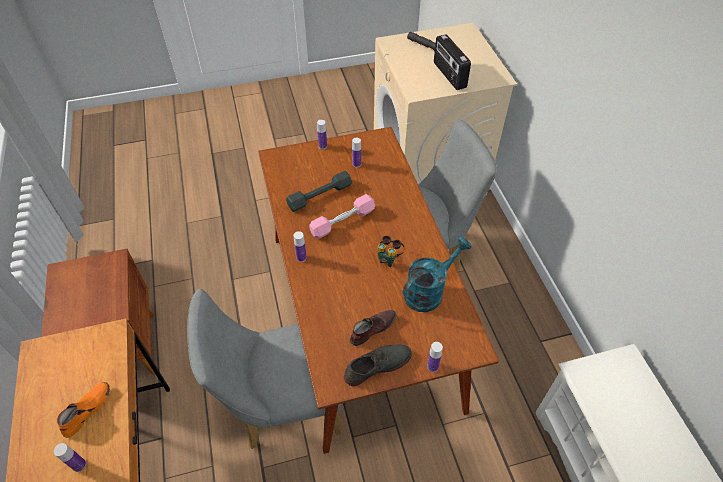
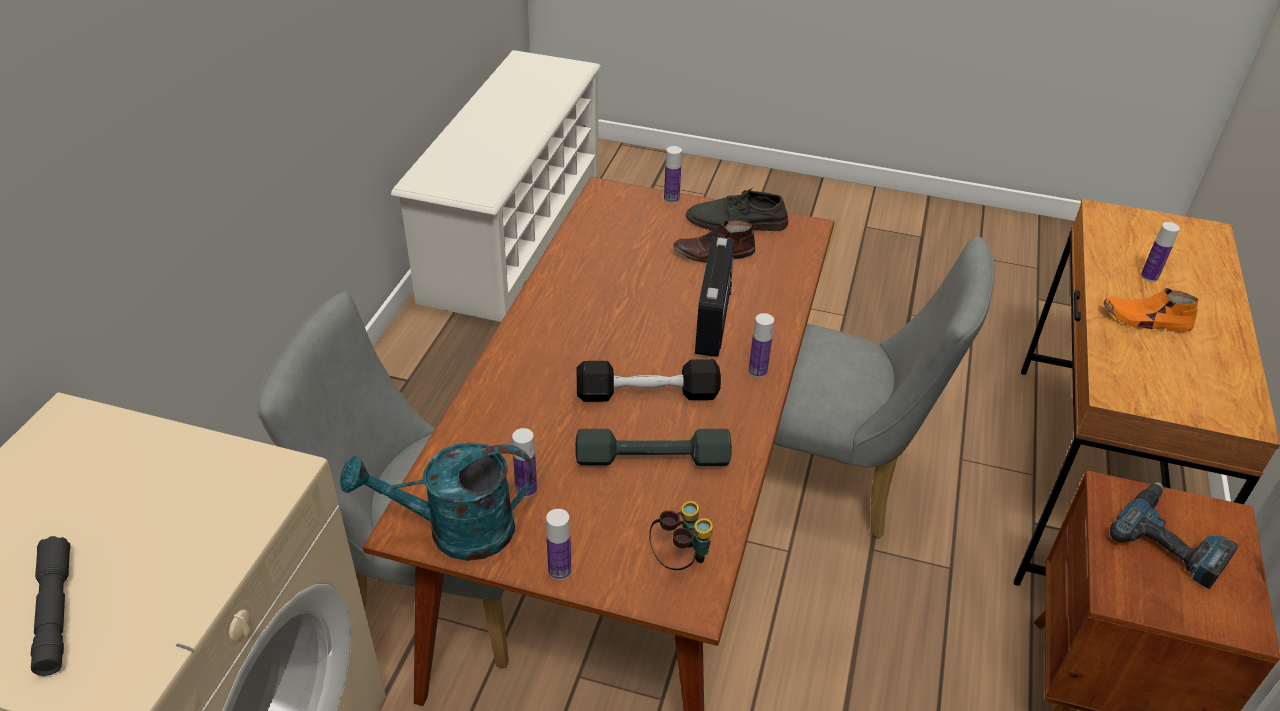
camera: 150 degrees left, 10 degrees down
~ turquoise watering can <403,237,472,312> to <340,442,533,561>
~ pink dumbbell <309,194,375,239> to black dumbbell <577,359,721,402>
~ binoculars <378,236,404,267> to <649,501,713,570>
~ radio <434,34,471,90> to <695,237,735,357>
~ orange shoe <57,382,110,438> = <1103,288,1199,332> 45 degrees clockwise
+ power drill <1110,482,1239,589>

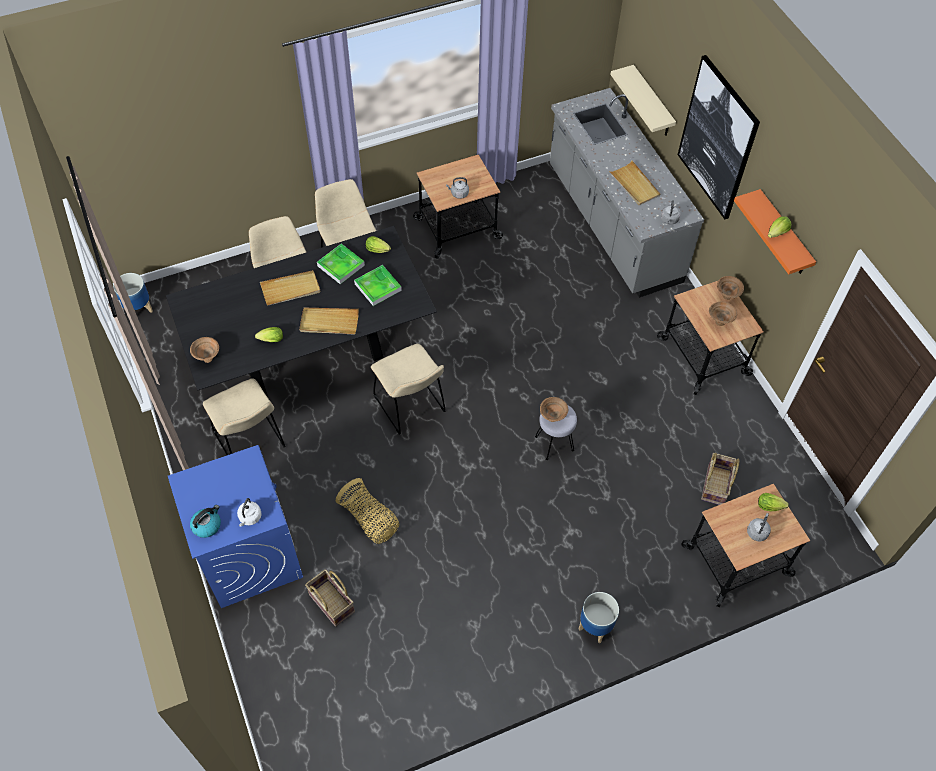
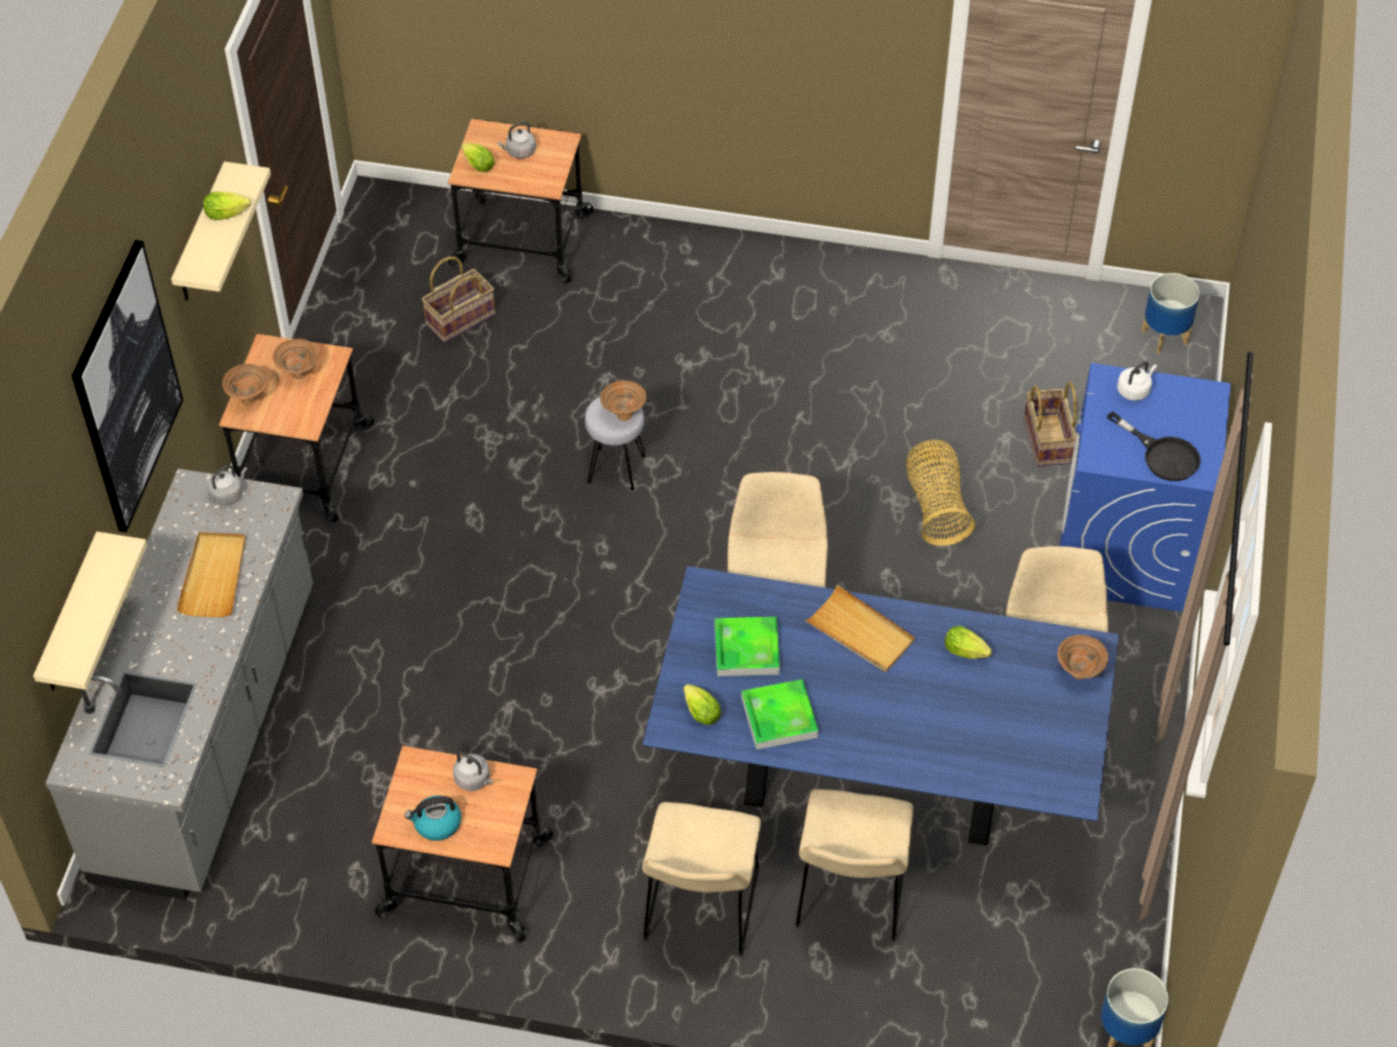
camera: 145 degrees left, 5 degrees down
~ orange shelf <734,189,816,274> to beige shelf <171,162,271,301>
~ kettle <190,505,221,538> to <405,795,461,841>
~ black dining table <166,226,437,397> to blue dining table <642,566,1119,845>
+ black frying pan <1107,412,1201,481>
~ planter <578,592,619,643> to <1141,273,1200,354>
- beige tray <260,270,321,306>

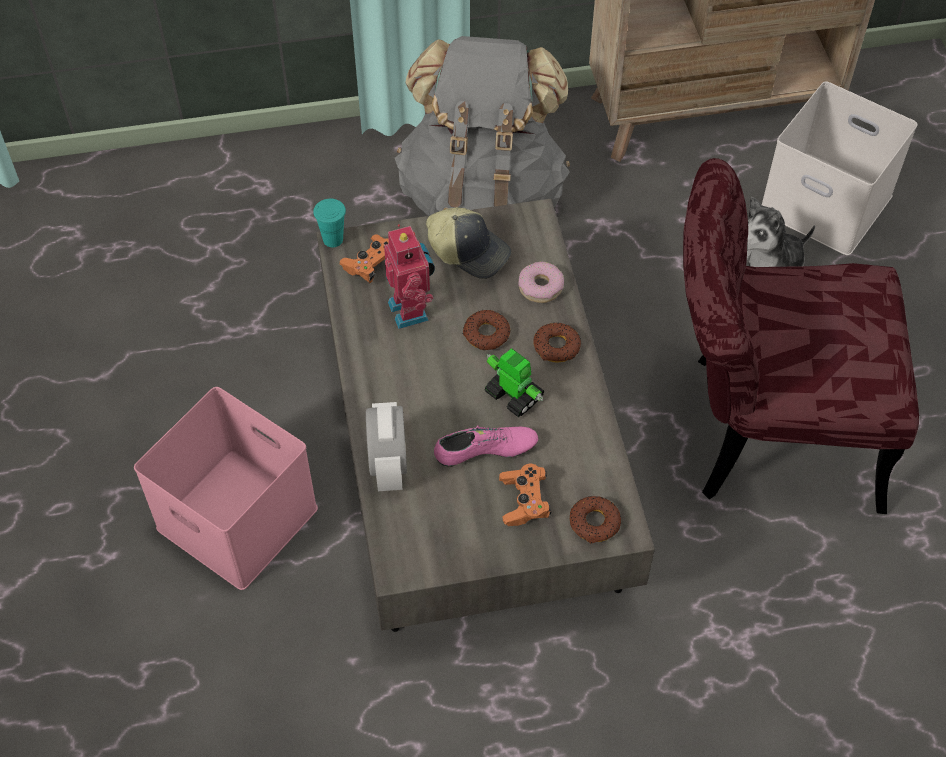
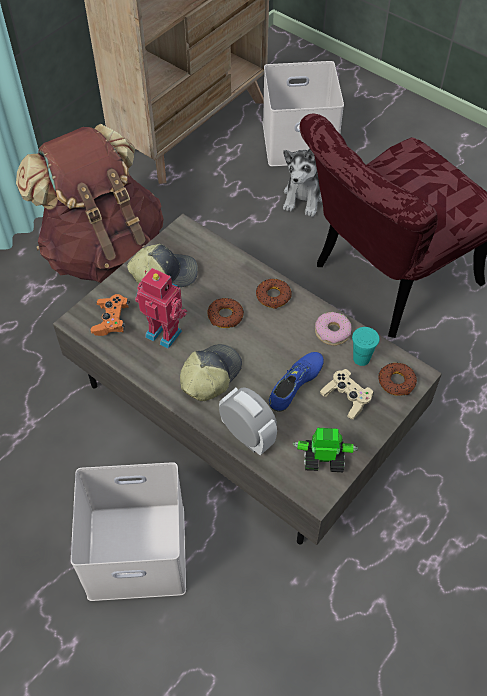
camera: 40 degrees left, 0 degrees up
~ grey backpack <395,36,570,216> to brown backpack <16,124,164,283>
~ pink storage box <134,387,318,590> to white storage box <71,462,186,601>
+ cap <180,344,242,401>
~ pink shoe <434,425,538,467> to blue shoe <269,352,324,412>
~ toy robot <484,349,544,418> to <293,428,358,472>
~ donut <518,262,564,303> to <315,312,351,345>
~ orange game controller <499,464,552,526> to beige game controller <320,369,374,420>
~ turquoise cup <313,199,346,247> to <352,327,379,366>

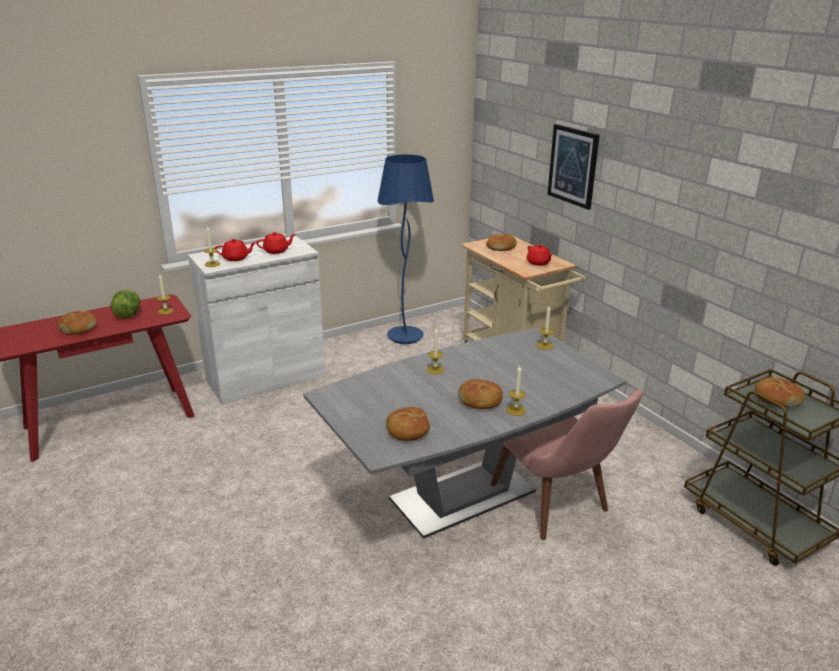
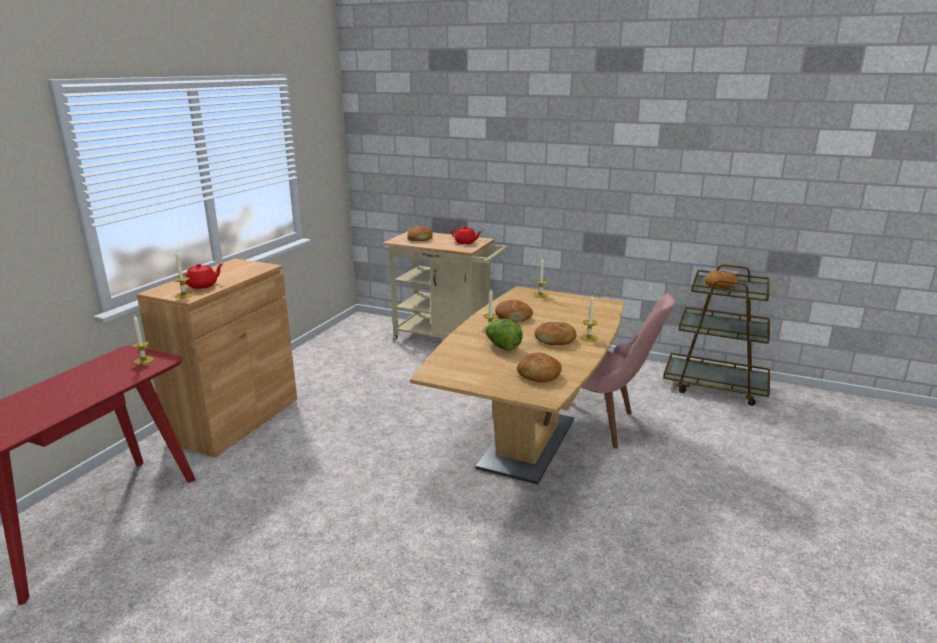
camera: 35 degrees left, 5 degrees down
~ white cabinet <188,236,325,404> to brown cabinet <137,259,297,458>
~ grey dining table <303,328,627,539> to brown dining table <410,286,624,484>
~ lettuce <111,290,140,318> to <484,319,523,351>
~ bread <57,311,97,335> to <495,300,533,322>
- red teapot <256,232,296,254>
- blue floor lamp <377,154,434,344>
- picture <547,124,600,210>

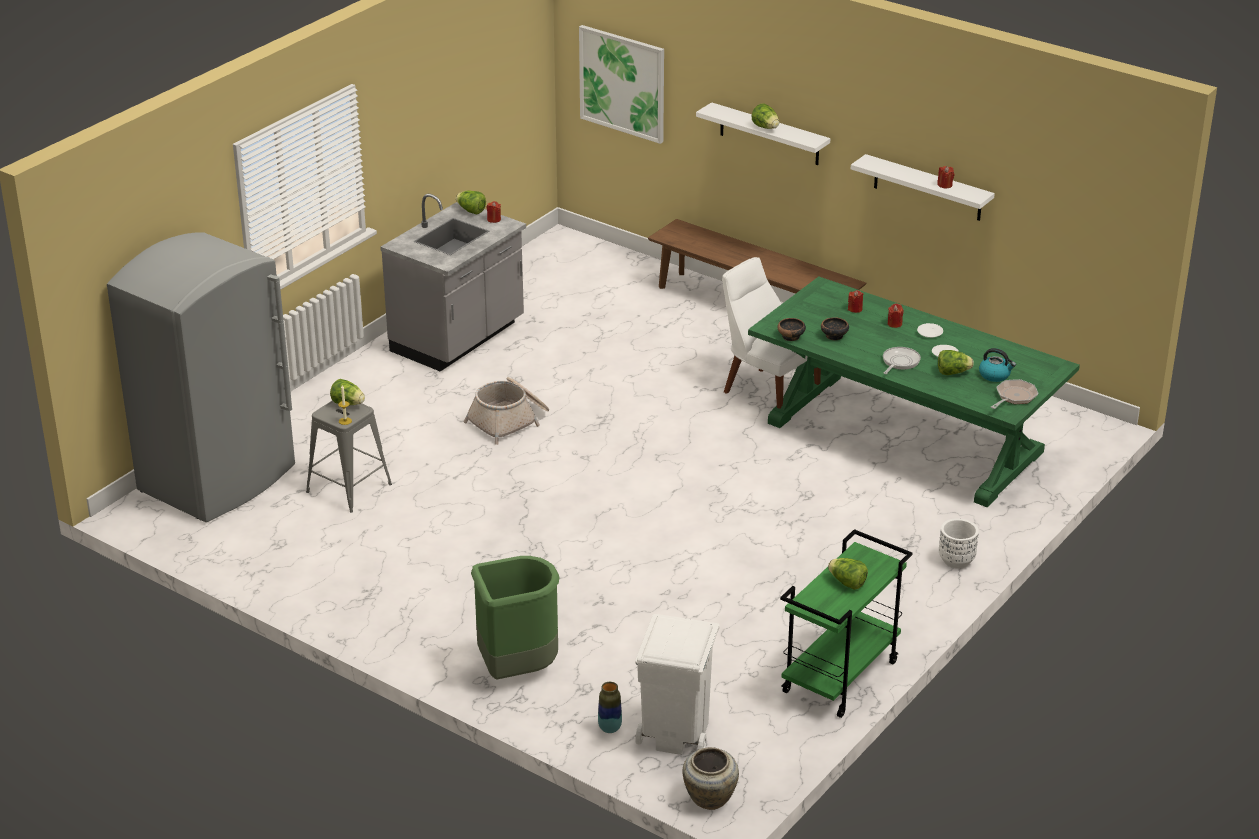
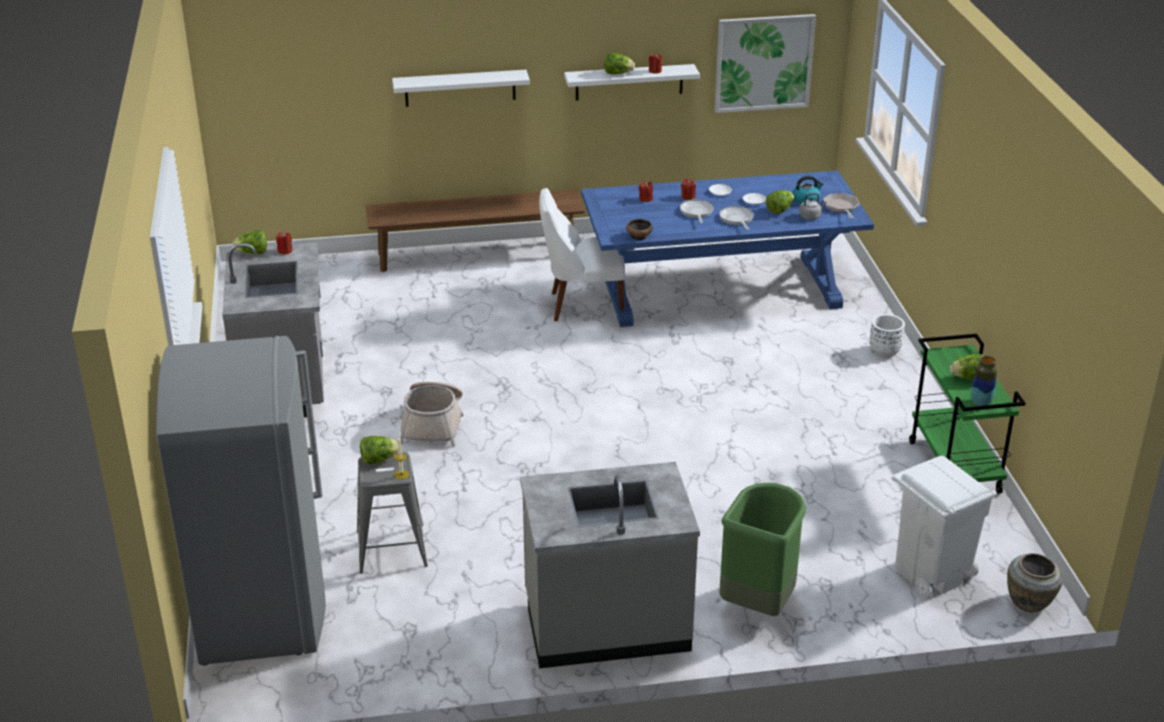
camera: 45 degrees left, 0 degrees up
+ grey counter <520,462,700,669>
~ green dining table <748,276,1080,507> to blue dining table <581,170,874,327>
~ lettuce <751,104,779,129> to <604,53,635,75>
+ frying pan <680,200,714,223>
~ picture <579,25,664,144> to <715,14,816,113>
+ grey kettle <799,193,827,220>
~ vase <598,682,622,733> to <971,356,997,406>
- bowl <821,317,849,340>

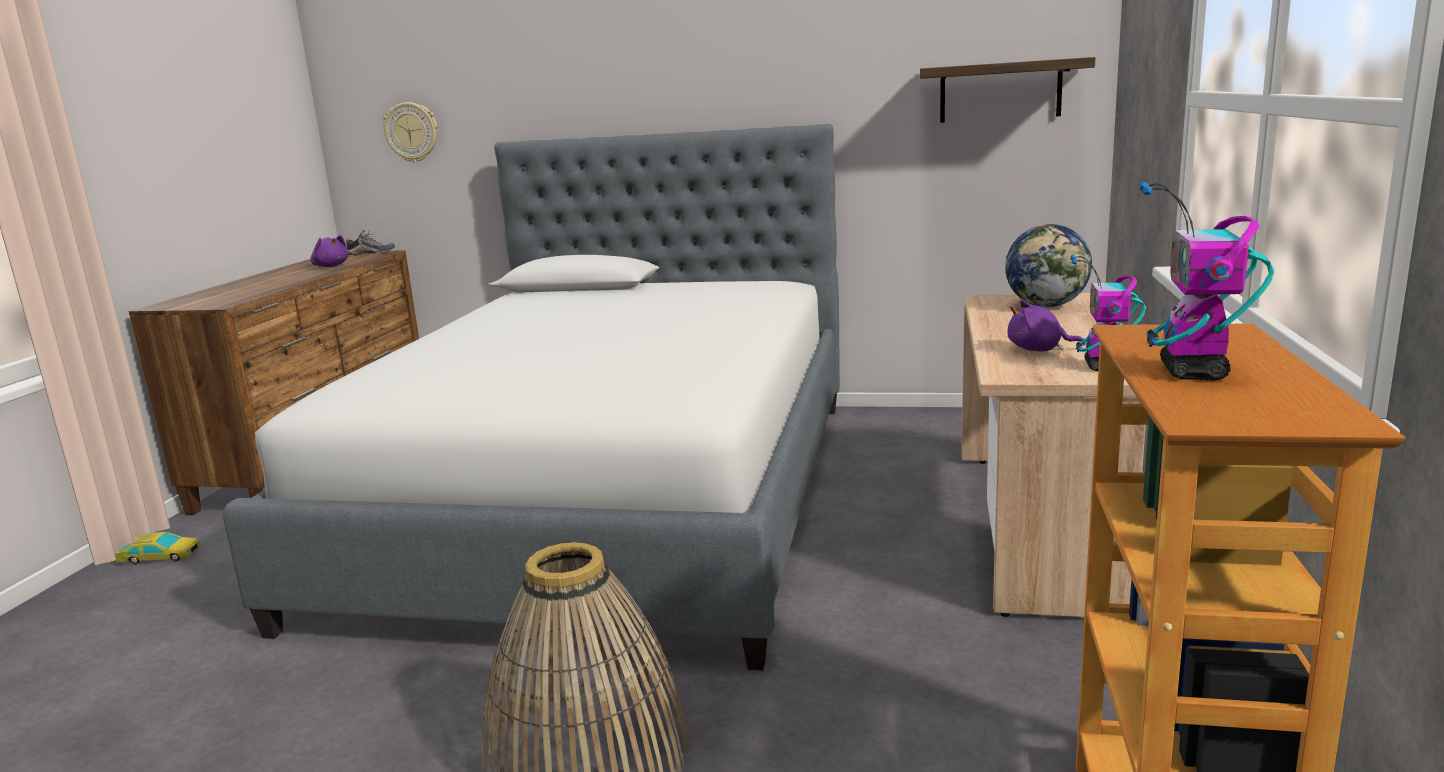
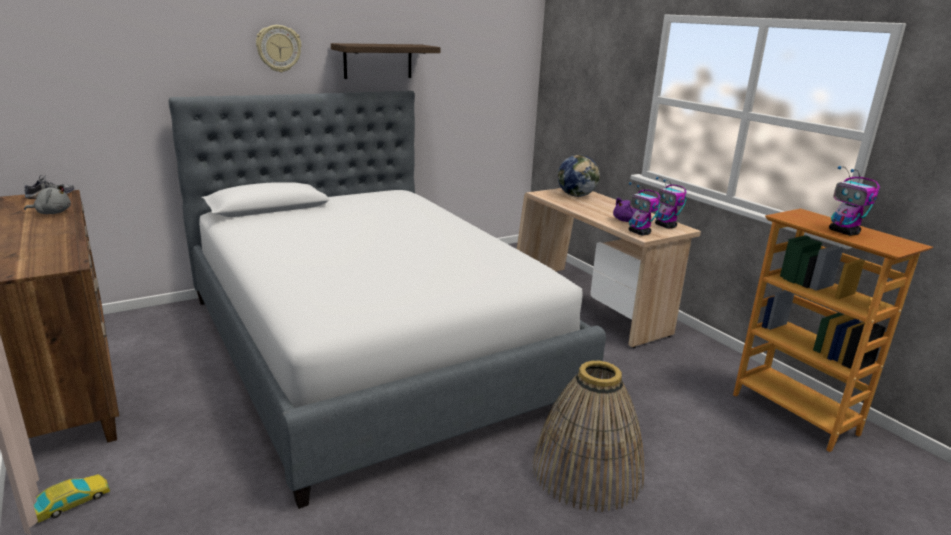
camera: 45 degrees left, 5 degrees up
~ purple plush toy <310,235,349,267> to grey plush toy <24,184,71,214>
~ wall clock <383,102,437,162> to <256,25,301,72>
~ shelf <920,57,1095,123> to <331,43,440,79>
+ toy robot <629,182,660,236>

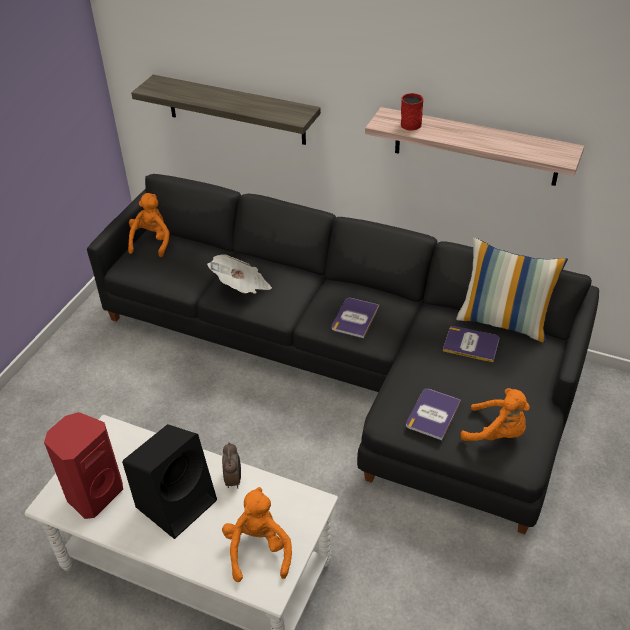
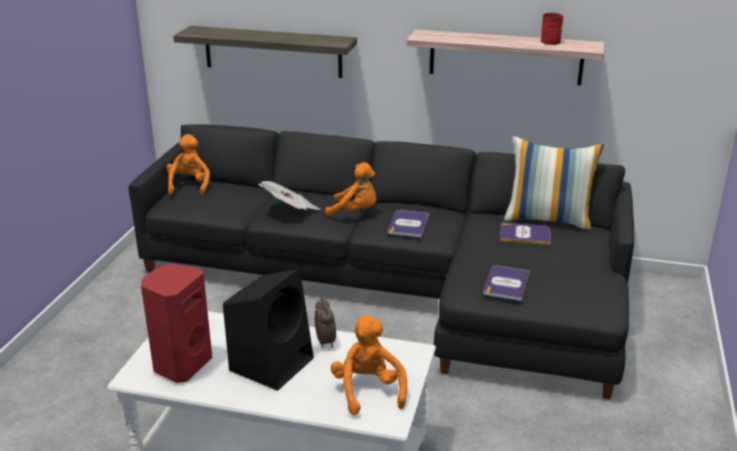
camera: 10 degrees left, 15 degrees down
~ orange plush toy <460,388,530,441> to <325,162,376,217>
~ red mug <401,93,423,131> to <541,13,563,45>

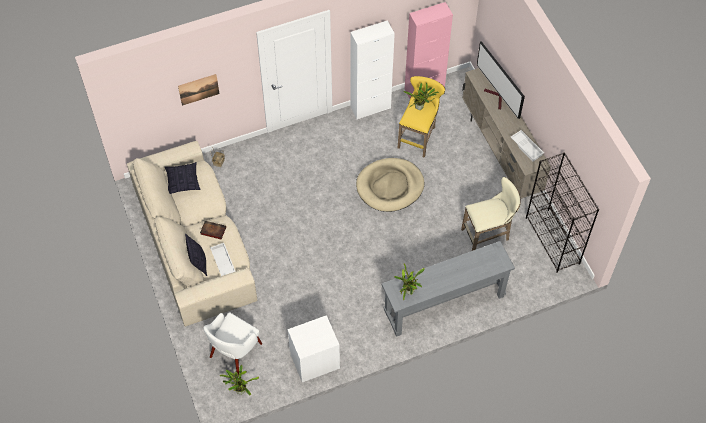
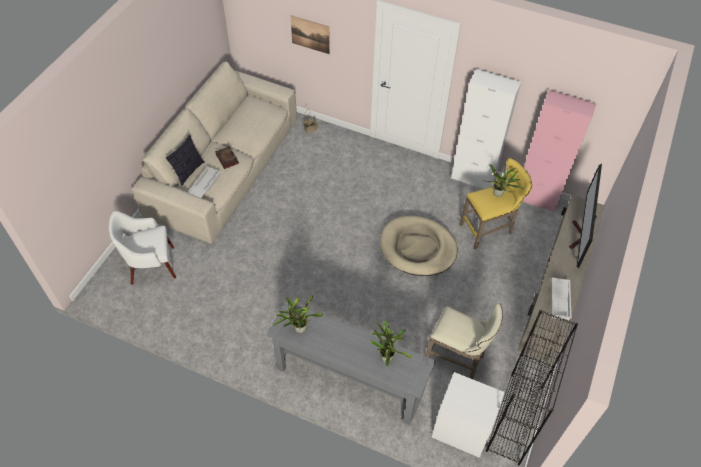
camera: 45 degrees right, 5 degrees down
~ potted plant <219,365,259,395> to <370,321,412,366>
~ white nightstand <288,315,340,382> to <432,372,505,457>
- pillow <165,162,201,194>

